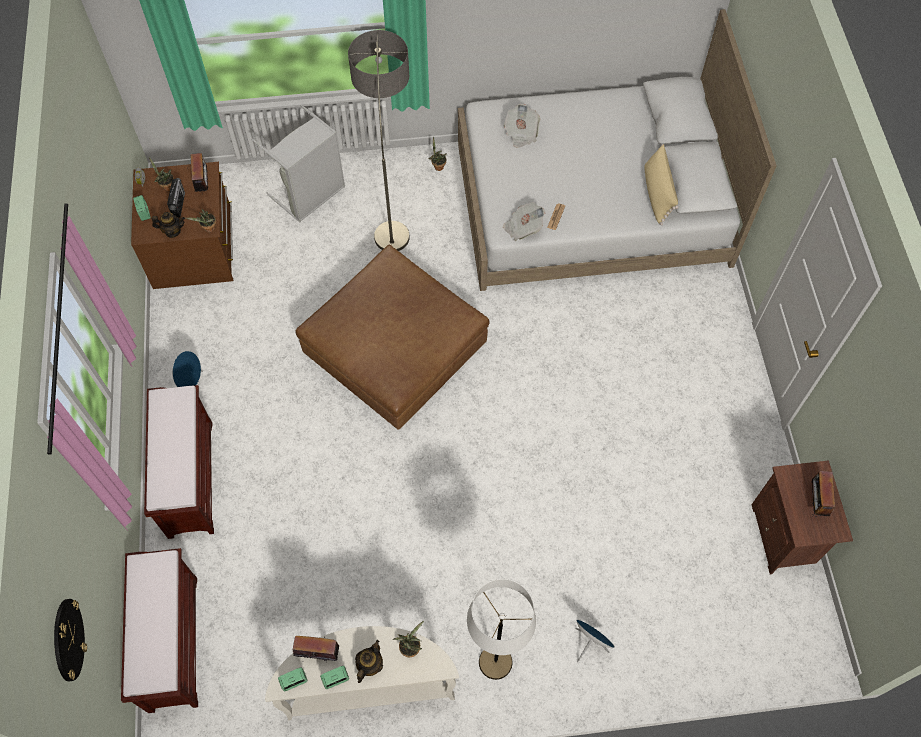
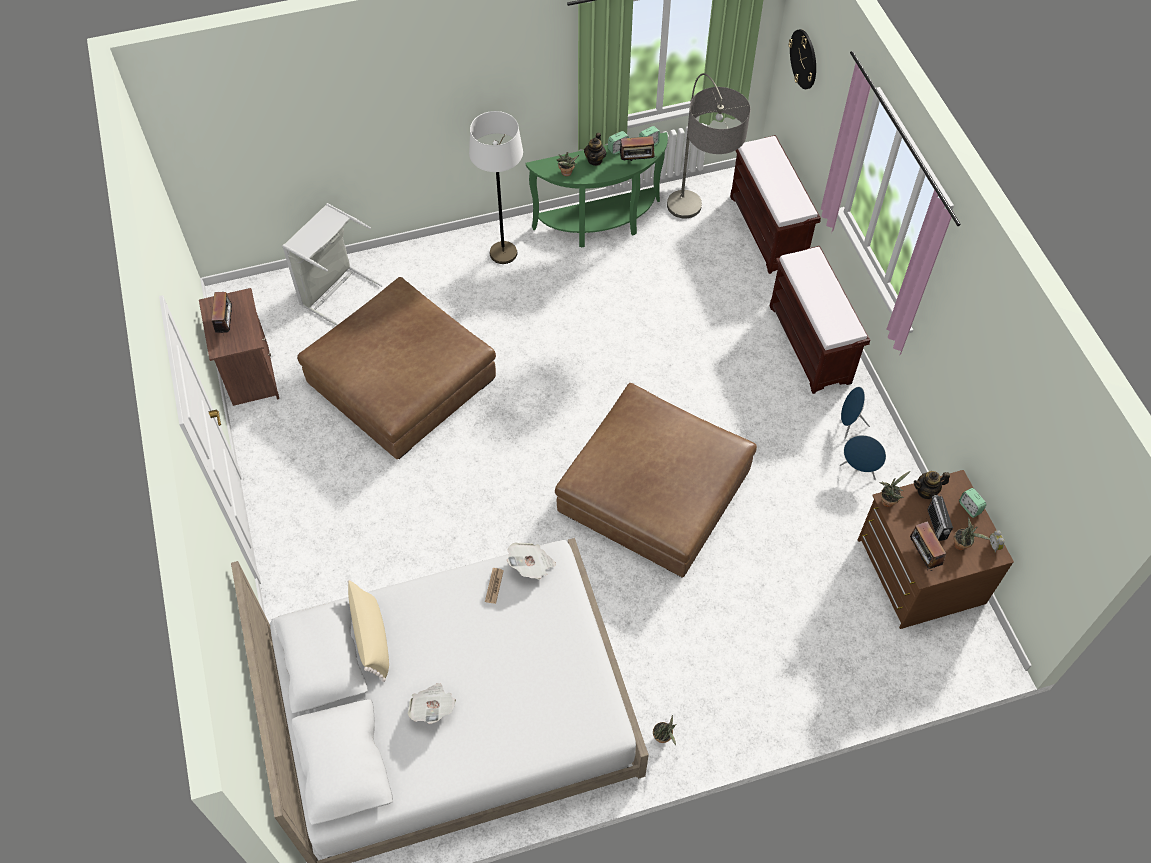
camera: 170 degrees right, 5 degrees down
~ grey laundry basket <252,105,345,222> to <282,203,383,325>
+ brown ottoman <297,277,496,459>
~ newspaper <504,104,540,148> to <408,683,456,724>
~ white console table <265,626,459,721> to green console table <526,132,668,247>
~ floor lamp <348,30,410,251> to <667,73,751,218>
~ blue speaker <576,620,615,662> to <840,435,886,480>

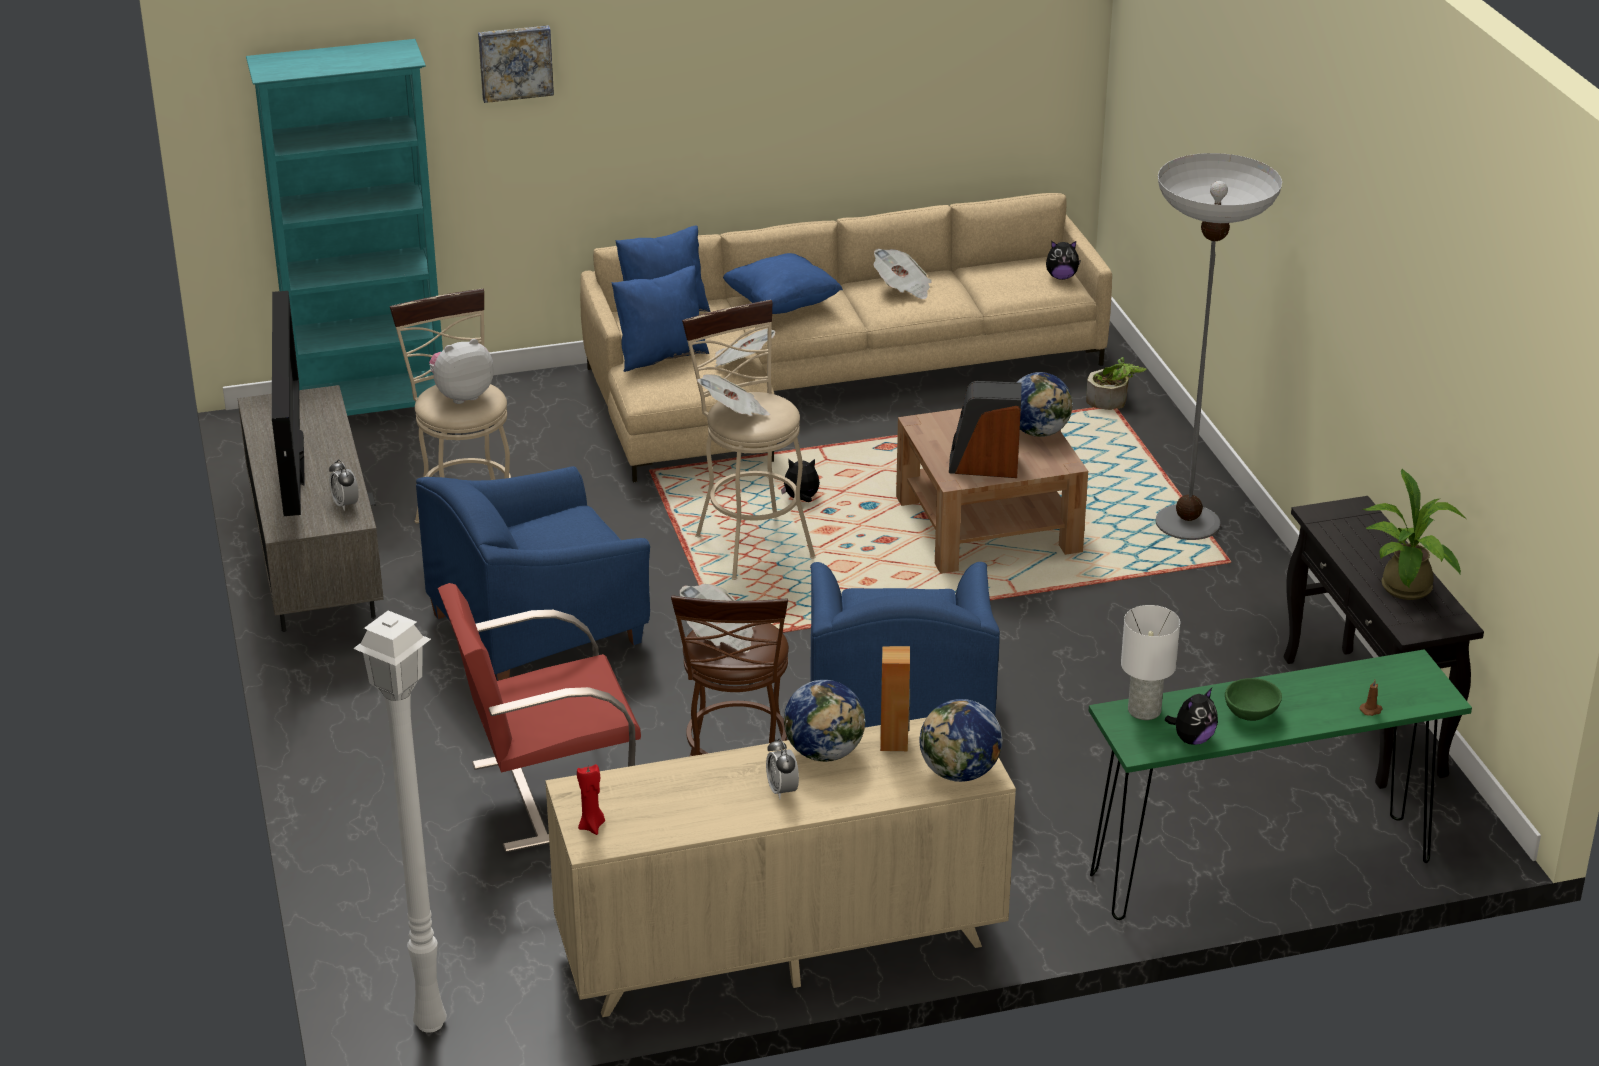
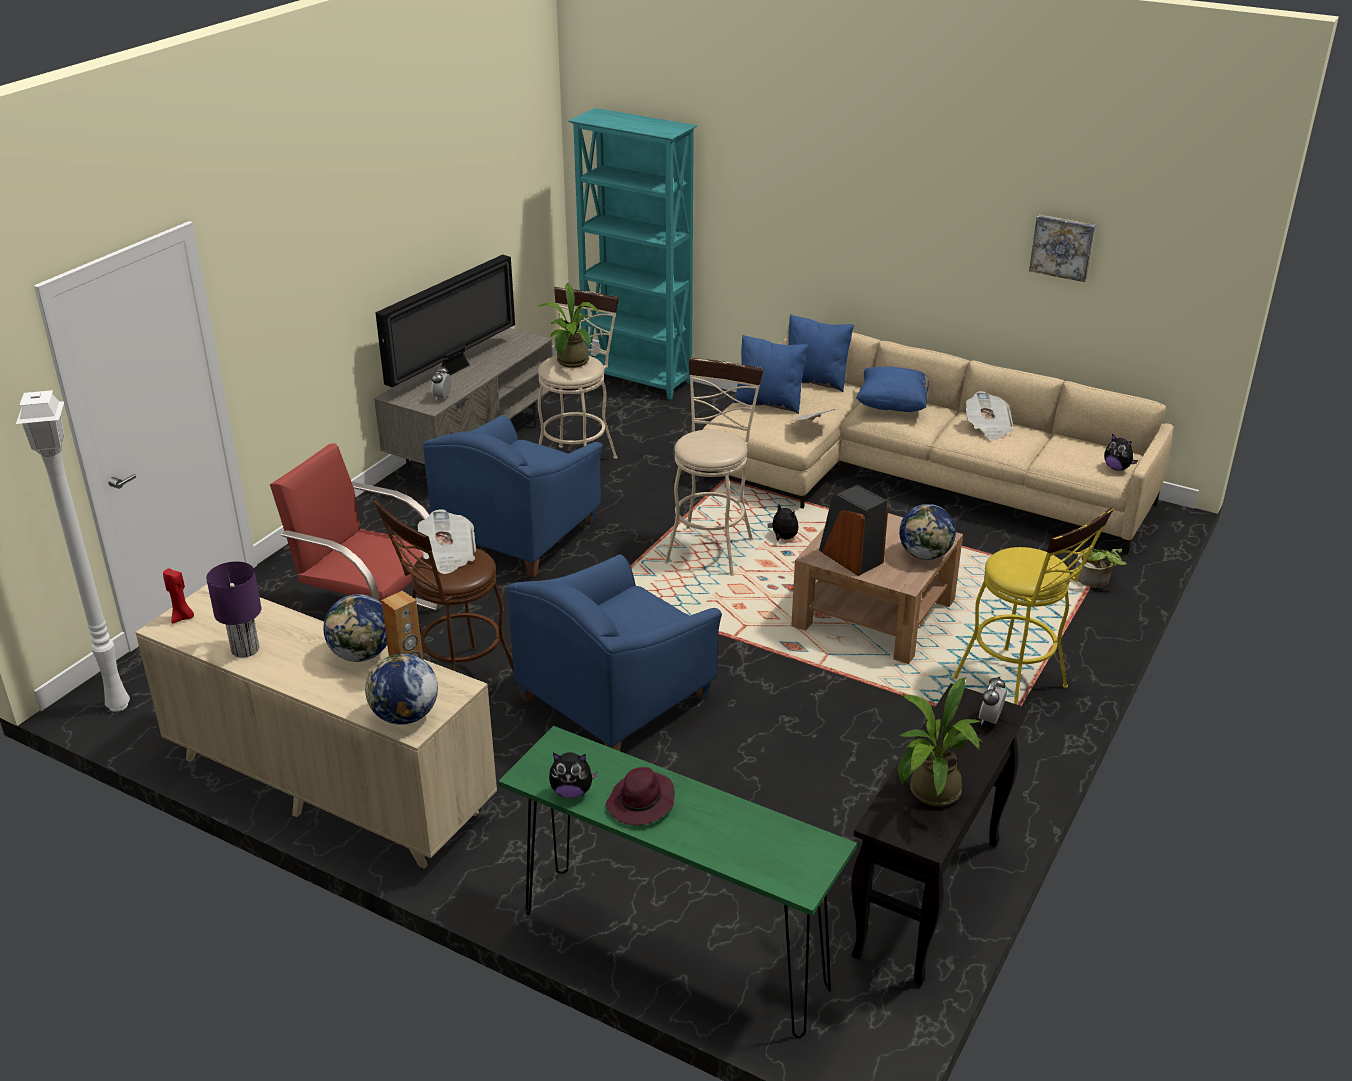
camera: 45 degrees right, 0 degrees up
+ purple table lamp <206,561,261,658>
~ blue armchair <416,466,650,681> = <423,415,603,578> 75 degrees counterclockwise
~ plush toy <429,339,494,404> to potted plant <538,283,600,368>
~ green bowl <1225,678,1282,721> to purple hat <606,767,675,825>
~ floor lamp <1156,153,1282,540> to yellow stool <953,507,1114,705>
~ alarm clock <766,738,799,799> to <979,676,1007,725>
~ picture <478,25,554,103> to <1029,215,1095,282>
- newspaper <697,374,770,416>
- white table lamp <1121,605,1180,720>
- brown candle <1359,679,1382,716>

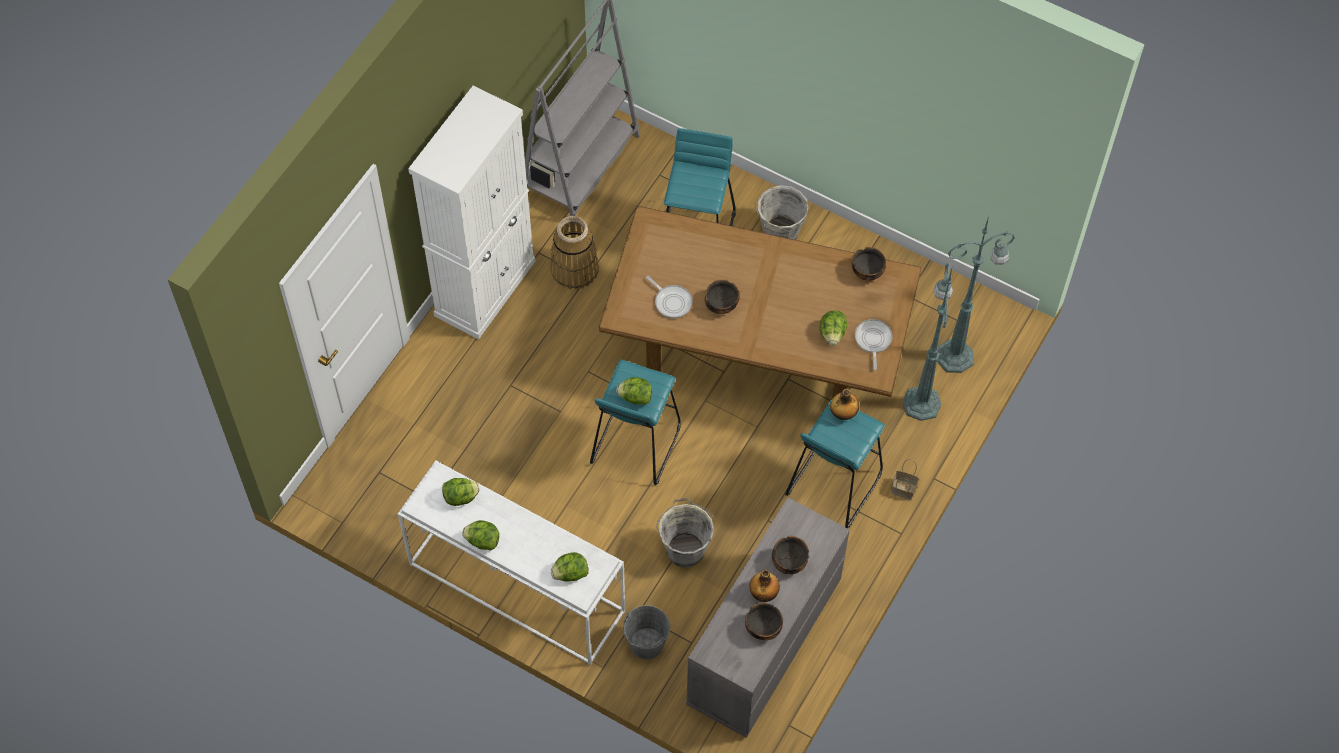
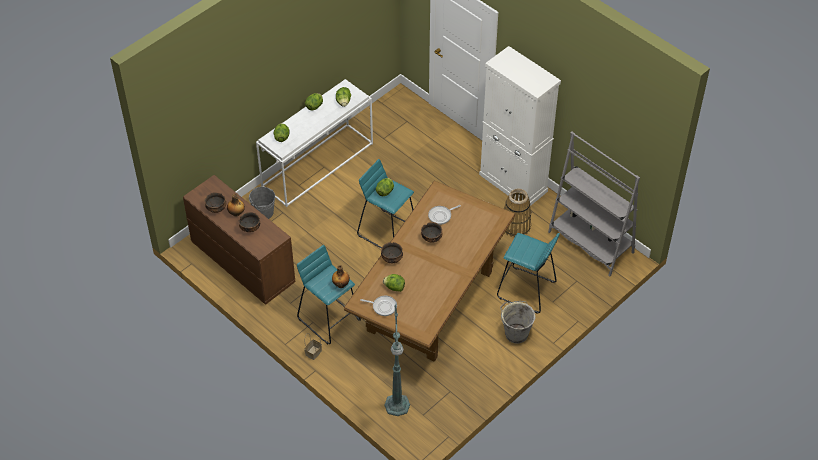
camera: 105 degrees right, 10 degrees down
~ grey dresser <686,497,849,738> to brown dresser <183,175,295,305>
~ bowl <852,247,886,281> to <381,242,403,263>
- grey bucket <656,498,715,568>
- green floor lamp <903,263,953,421>

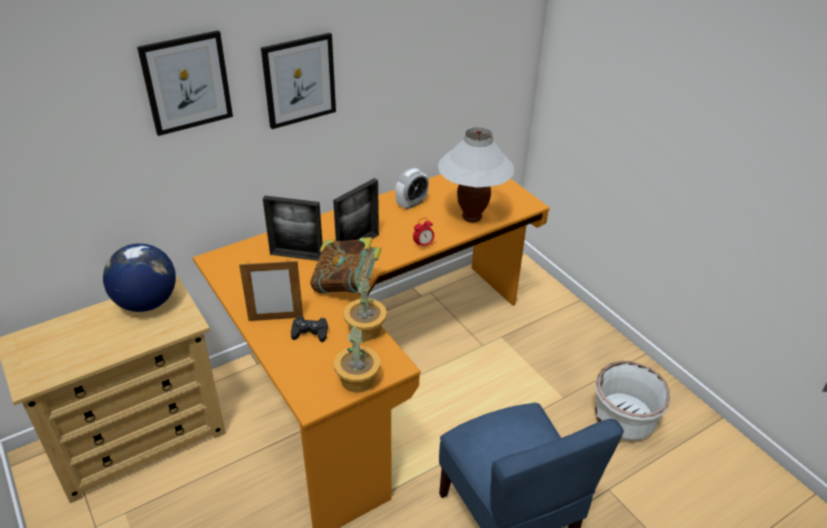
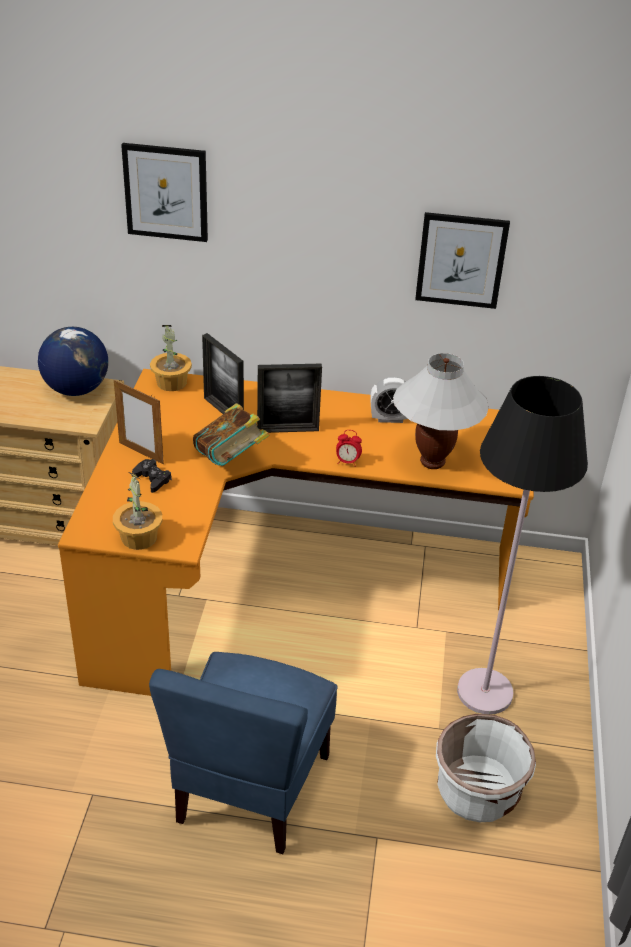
camera: 40 degrees right, 0 degrees up
~ potted plant <343,276,387,341> to <150,325,192,391>
~ picture <261,33,336,129> to <415,212,510,309>
+ black floor lamp <457,376,588,715>

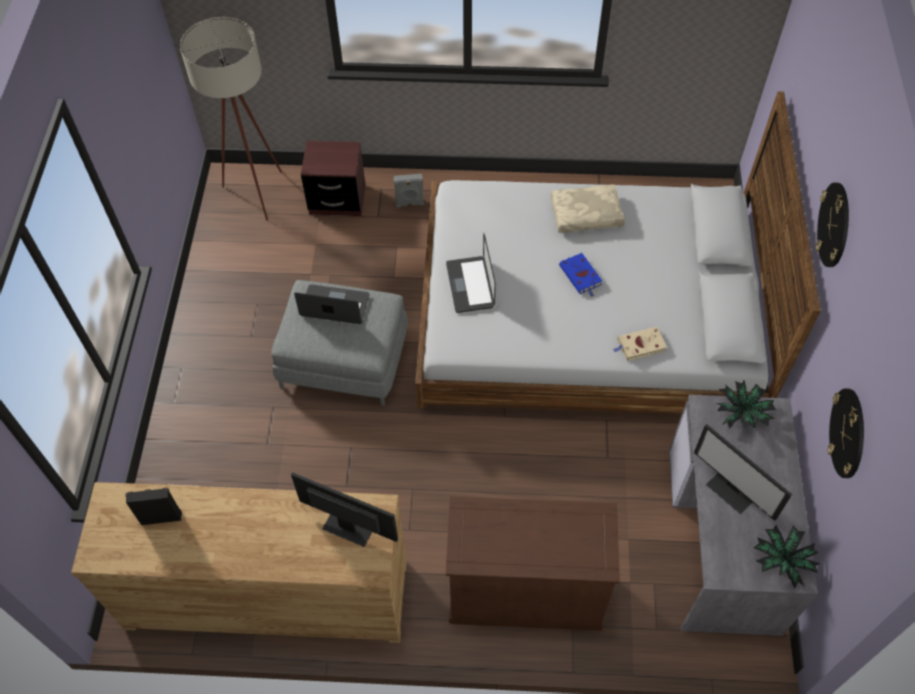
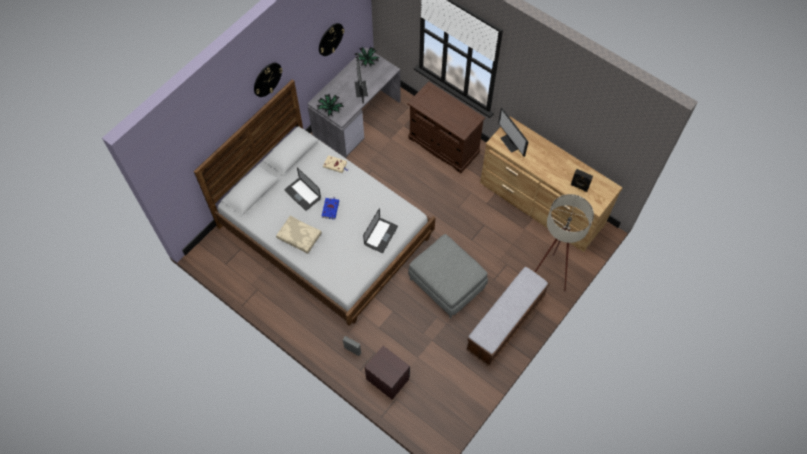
camera: 145 degrees left, 5 degrees up
~ laptop <294,284,369,324> to <284,168,321,211>
+ bench <466,266,550,366>
~ beige floor lamp <180,17,282,221> to <535,194,594,291>

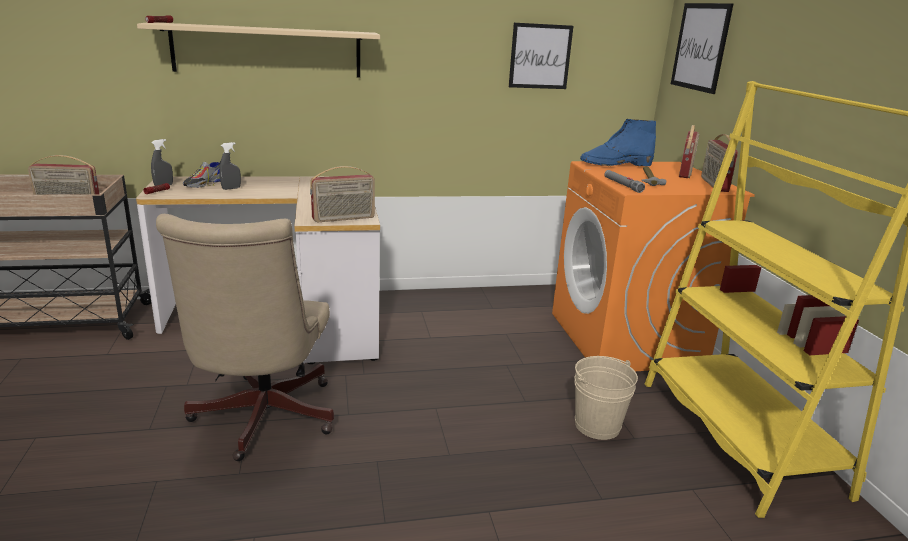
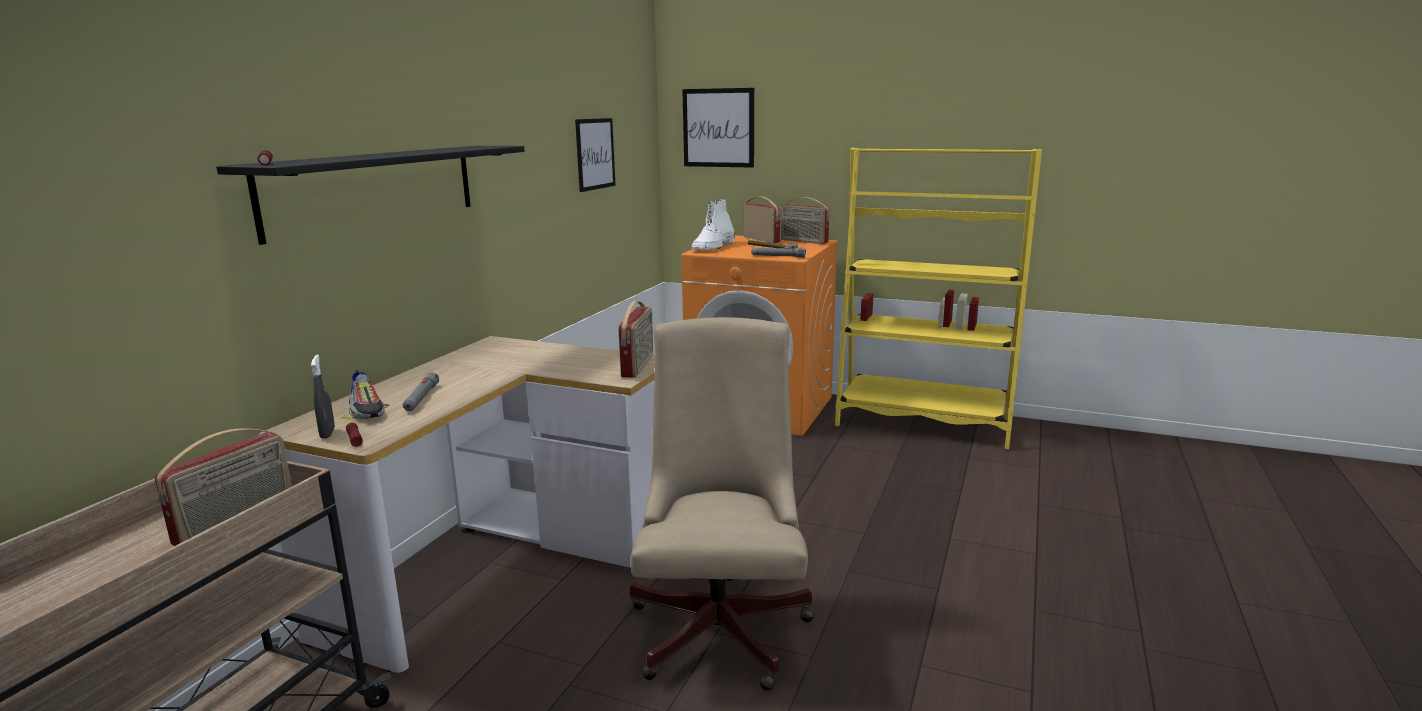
camera: 55 degrees left, 5 degrees down
~ beige shelf <137,22,380,78> to black shelf <216,146,525,245>
~ grey spray bottle <219,142,241,190> to grey flashlight <403,372,439,411>
~ beige office chair <156,214,334,461> = <630,317,814,691> 120 degrees counterclockwise
~ blue boot <580,119,656,166> to white boot <692,199,735,251>
- beige bucket <574,356,638,440>

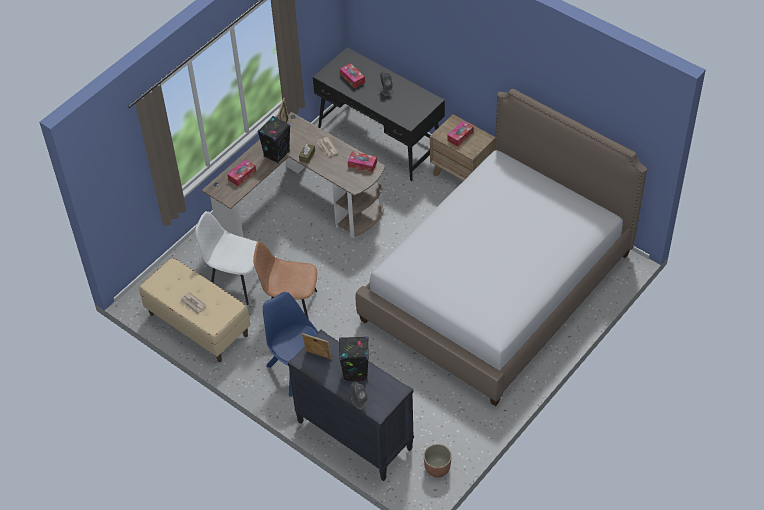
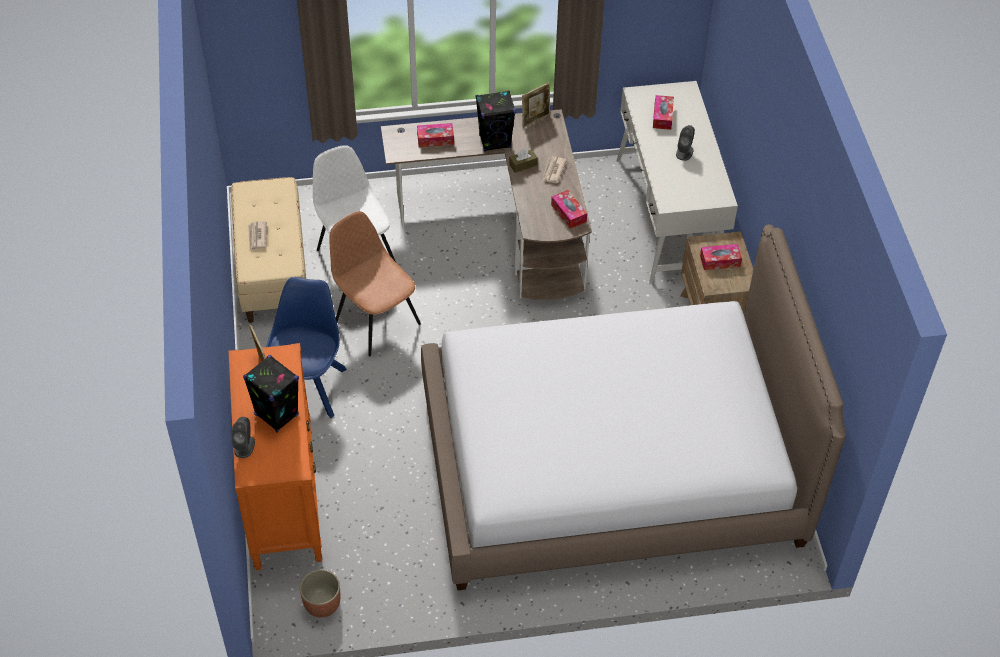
camera: 40 degrees right, 0 degrees up
~ black dresser <288,330,414,481> to orange dresser <228,343,322,570>
~ black desk <313,47,445,181> to white desk <616,81,738,283>

